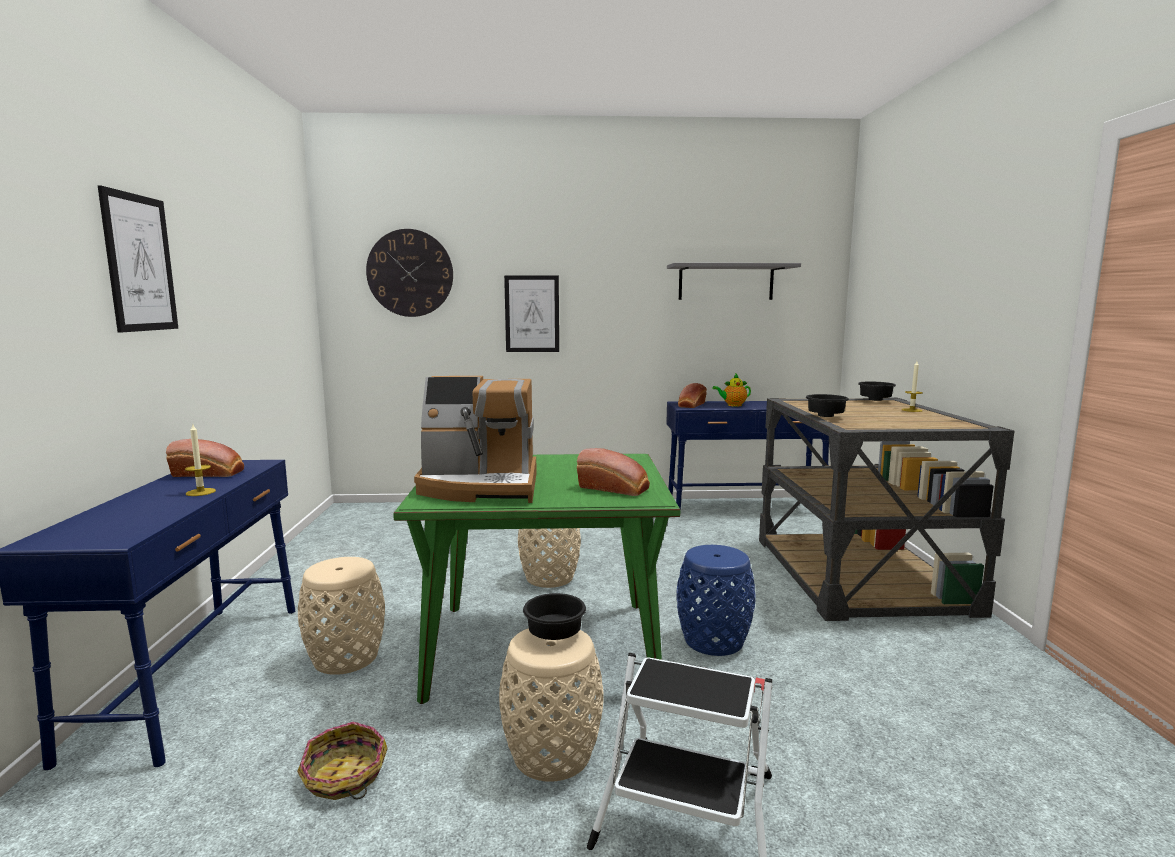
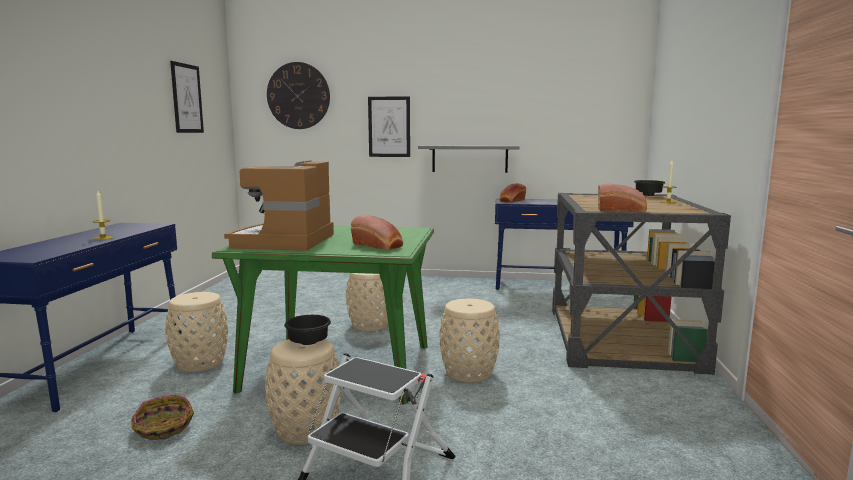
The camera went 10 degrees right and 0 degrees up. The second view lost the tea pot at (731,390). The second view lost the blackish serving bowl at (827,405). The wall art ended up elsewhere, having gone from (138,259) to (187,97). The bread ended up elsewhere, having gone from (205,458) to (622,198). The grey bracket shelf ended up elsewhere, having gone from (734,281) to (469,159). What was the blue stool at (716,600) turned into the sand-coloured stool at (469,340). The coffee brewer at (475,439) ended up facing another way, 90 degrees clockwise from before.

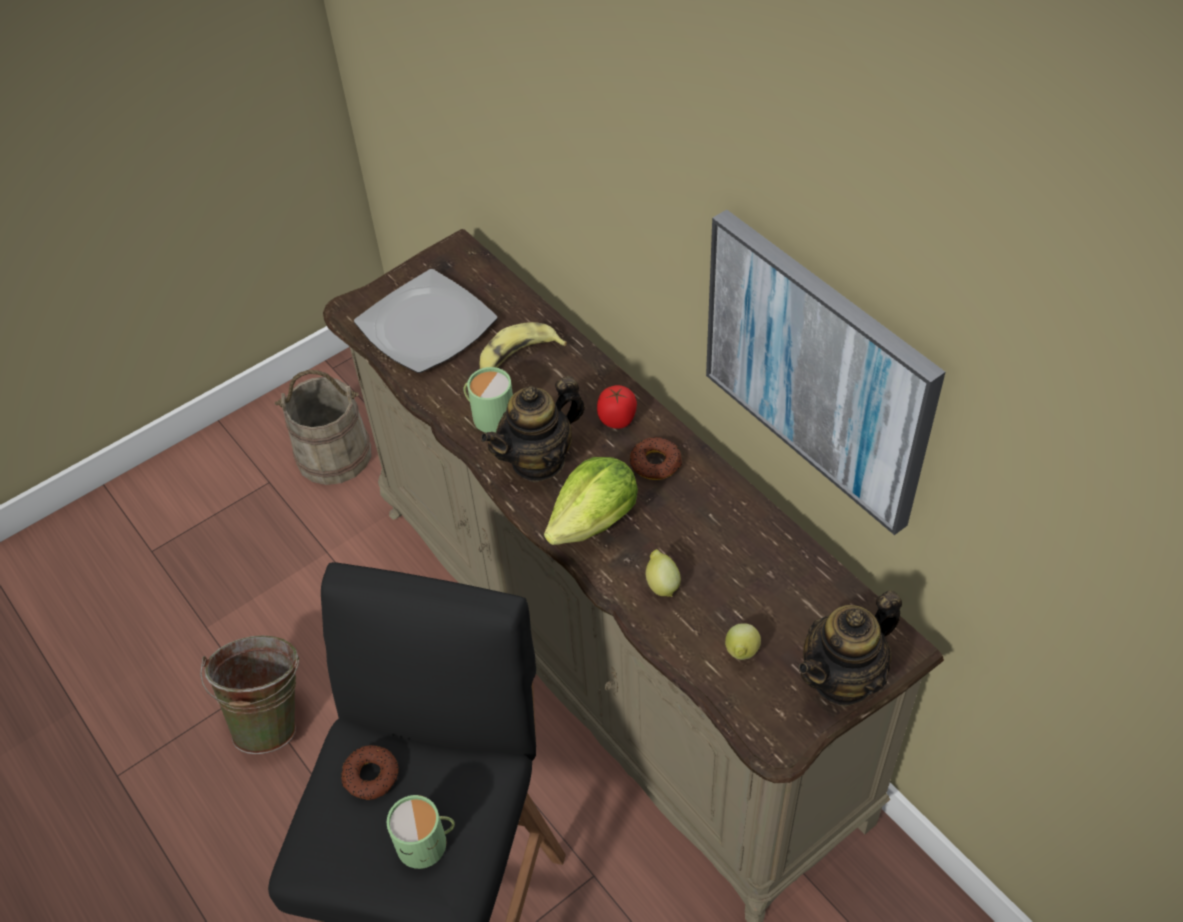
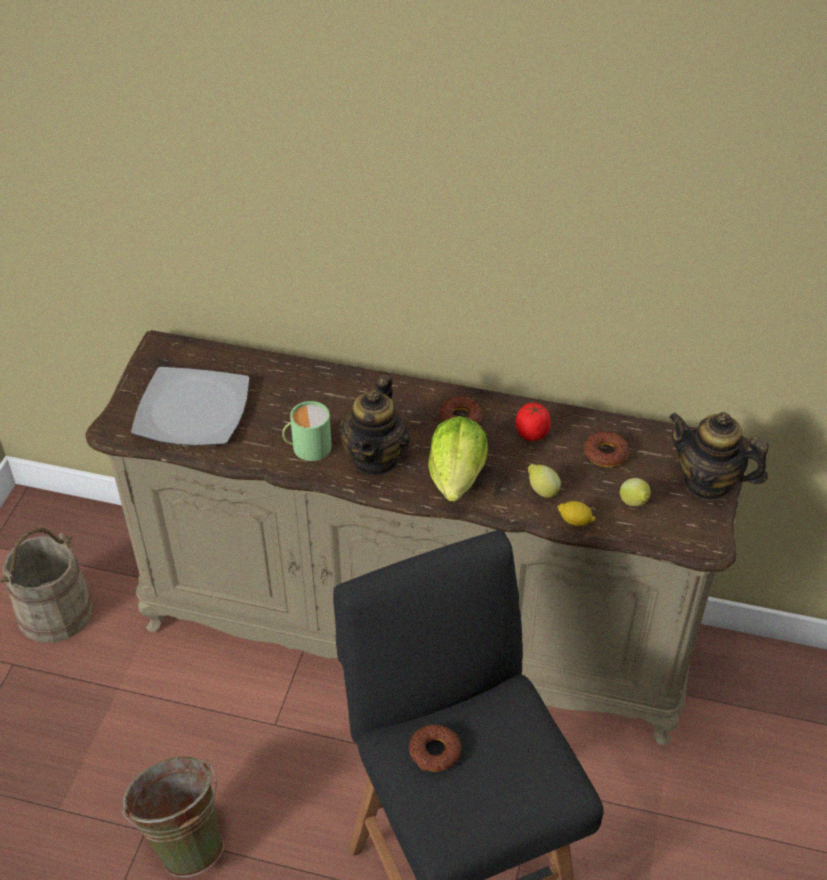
The camera went 40 degrees left and 5 degrees down. The second view lost the green-coloured tea mug at (421,832). The second view lost the banana fruit at (523,345). The second view lost the wall art at (825,372). The second view gained the citrus fruit at (576,513). The second view gained the doughnut at (606,449). The tomato ended up elsewhere, having gone from (617,407) to (532,422). The tea pot at (850,648) ended up facing another way, 105 degrees clockwise from before.

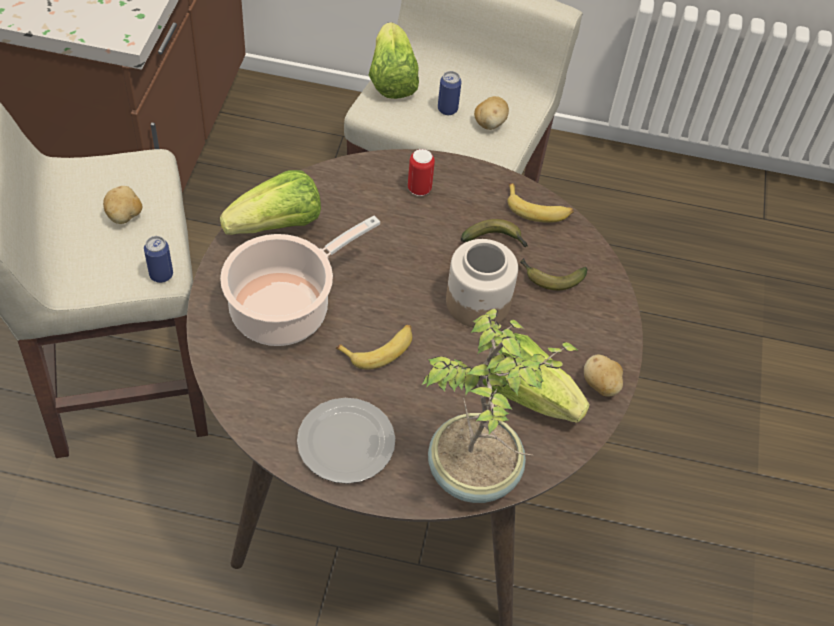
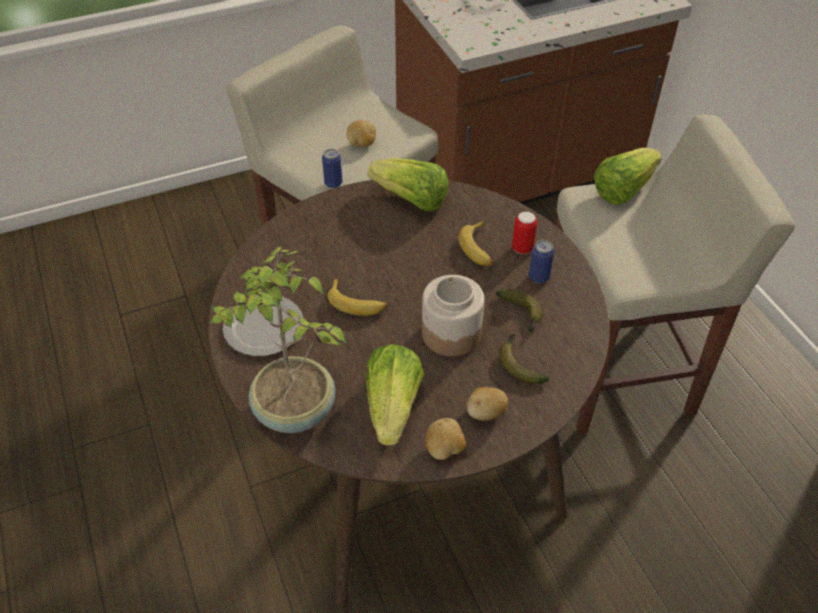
The camera went 60 degrees right and 5 degrees down. The second view lost the saucepot at (300,281). The can ended up elsewhere, having gone from (450,93) to (541,261). The whole potato ended up elsewhere, having gone from (491,113) to (487,404). The banana fruit ended up elsewhere, having gone from (540,203) to (476,243).

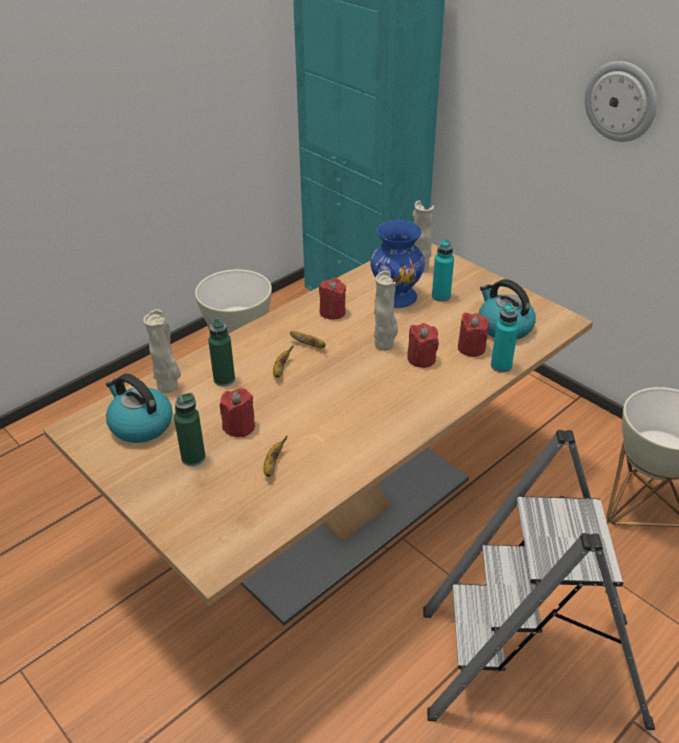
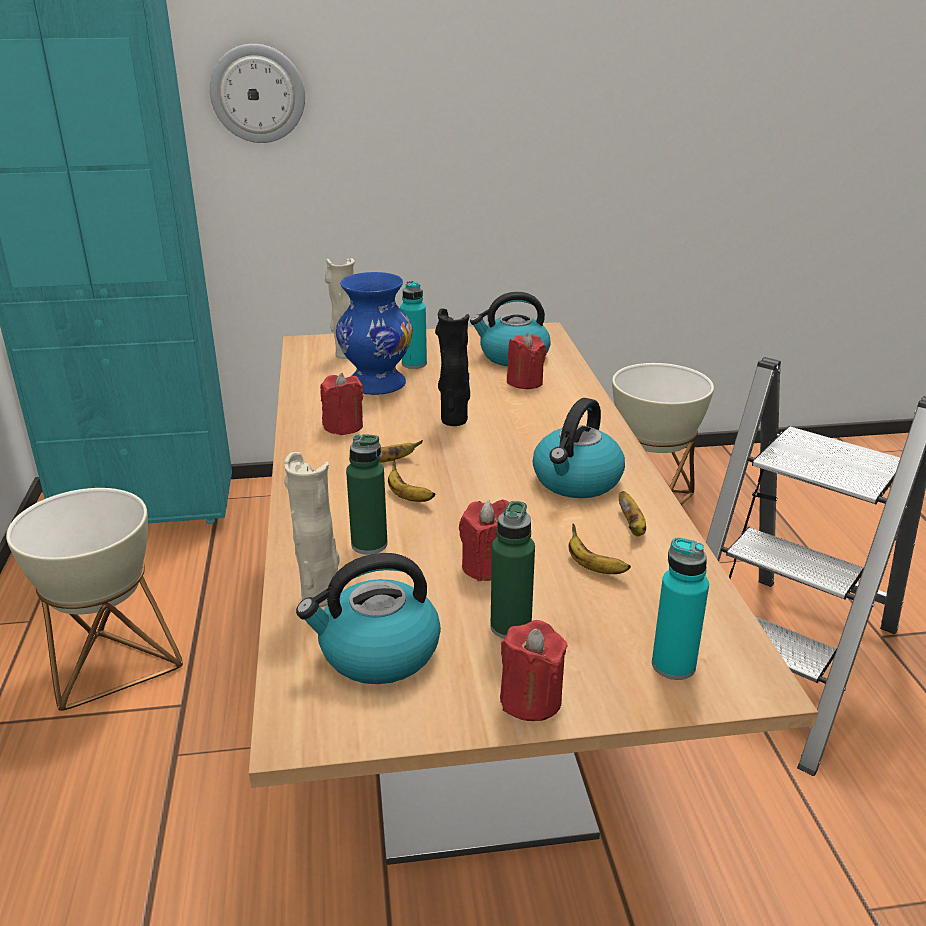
The camera went 55 degrees left and 10 degrees down. The second view gained the water kettle at (579,448). The second view gained the banana fruit at (632,513). The red-coloured wax light ended up elsewhere, having gone from (423,345) to (533,670). The blue-green beverage bottle ended up elsewhere, having gone from (504,338) to (680,609). The hanging clock ended up elsewhere, having gone from (621,101) to (257,93). What was the sand-coloured flower vase at (386,310) turned into the blackish flower vase at (452,367).

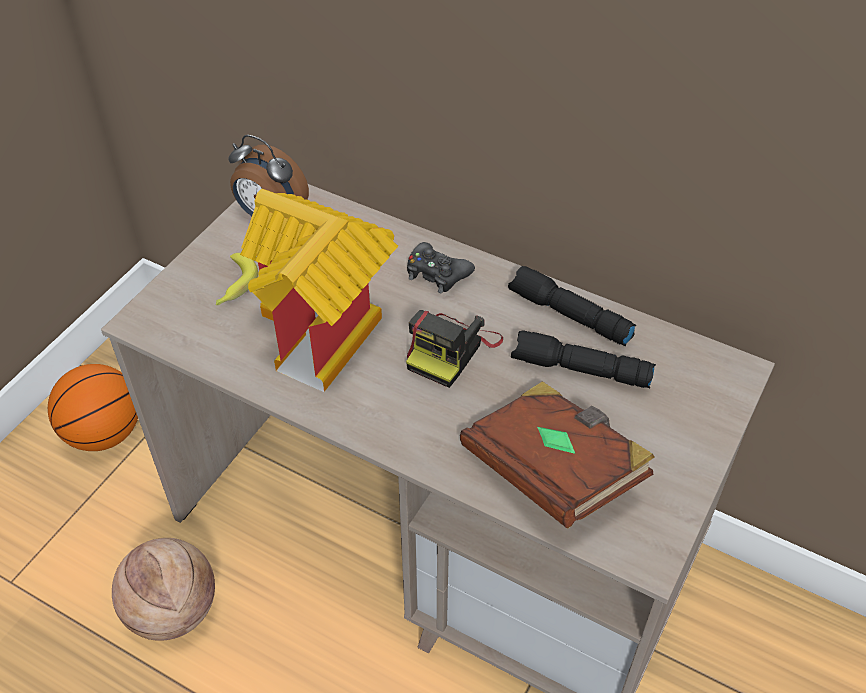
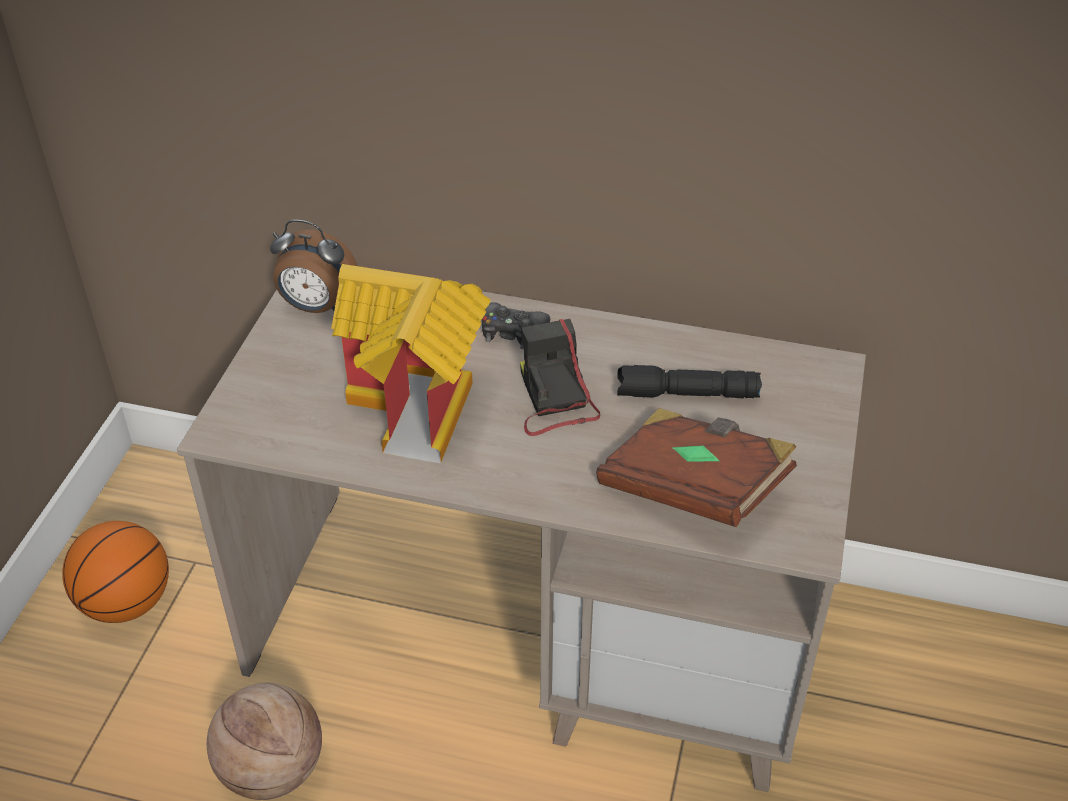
The camera went 15 degrees left and 5 degrees down. The second view lost the banana fruit at (237,279). The second view lost the blackish flashlight at (572,306). The photo camera at (454,349) ended up facing another way, 150 degrees clockwise from before.

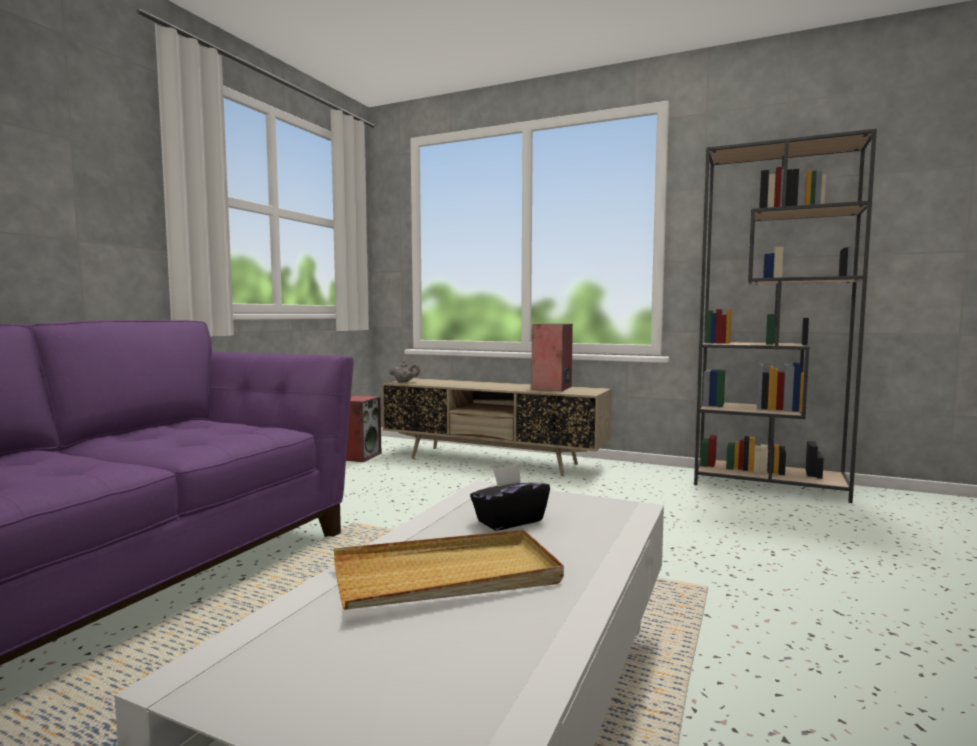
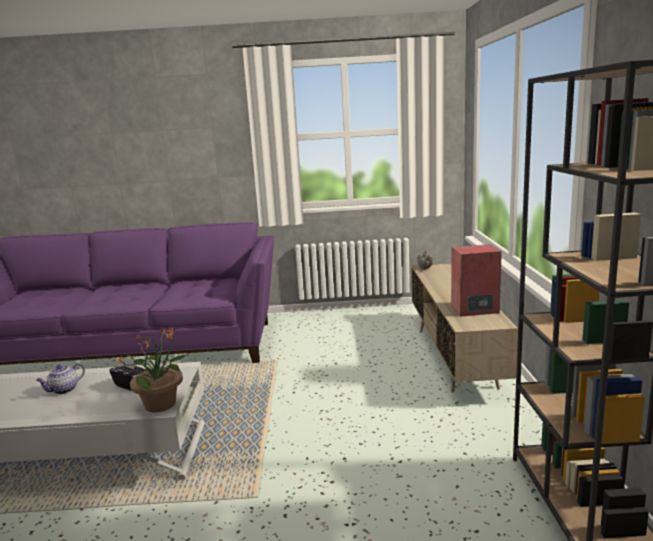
The camera went 65 degrees right and 10 degrees up. The second view lost the audio speaker at (363,428). The second view gained the potted plant at (152,369). Where the sand-coloured carrying tray stood at (449,570), the tea pot came to stand at (60,378).

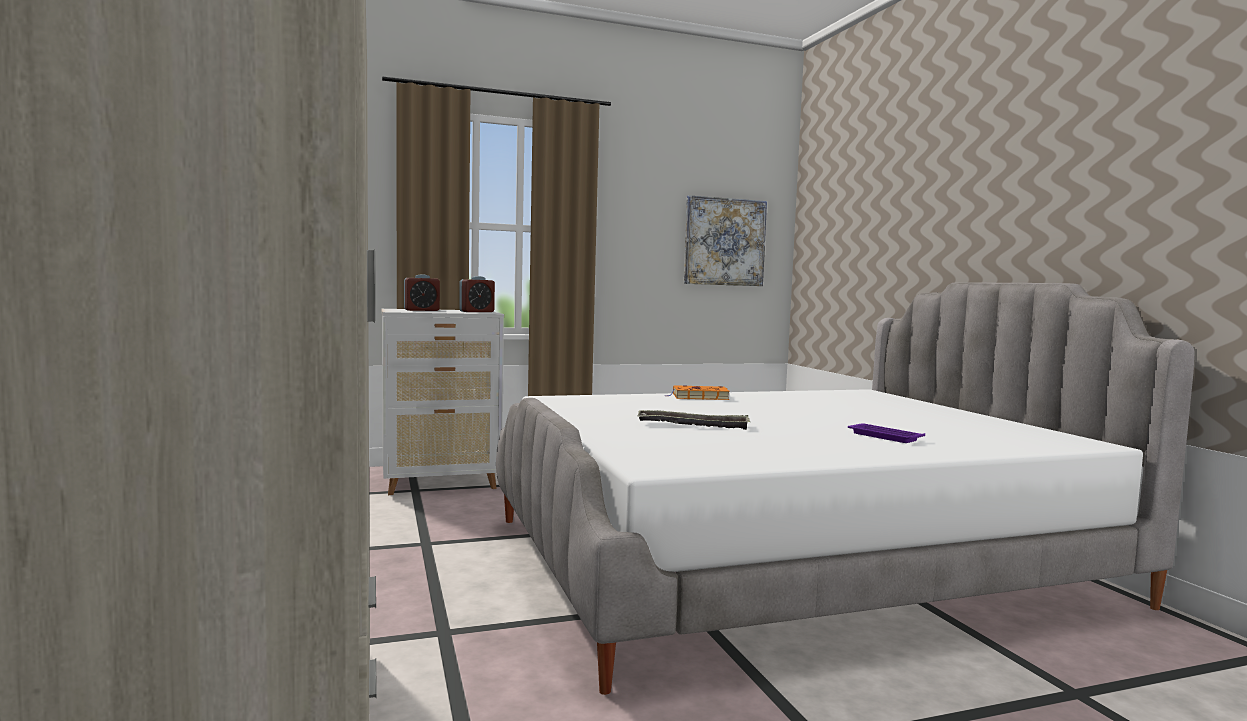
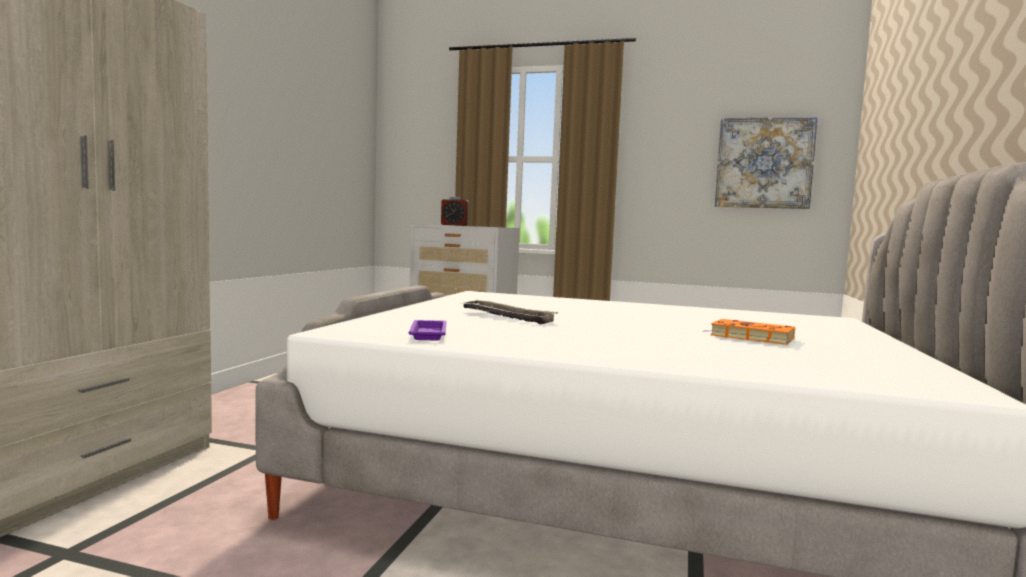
The camera went 35 degrees right and 0 degrees up. The second view lost the bedside clock at (477,294). The orange-coloured bound book ended up elsewhere, having gone from (698,392) to (750,332). The purplish carrying tray ended up elsewhere, having gone from (886,433) to (428,330).

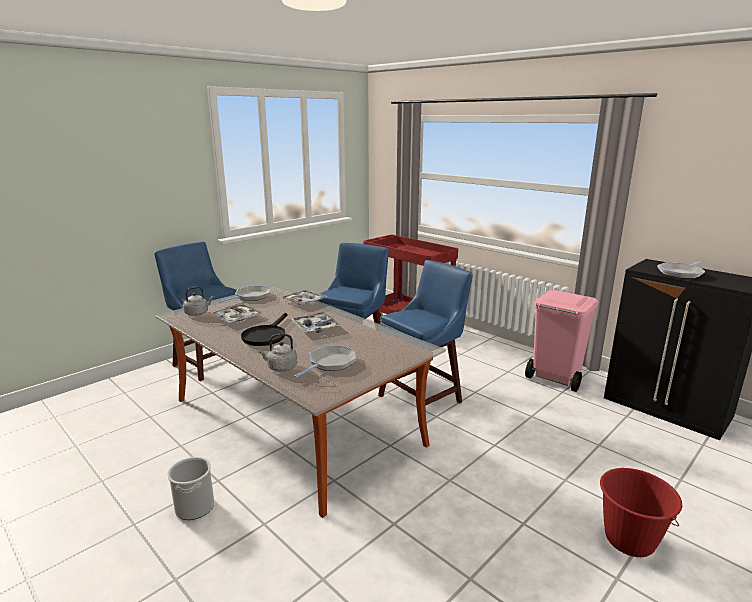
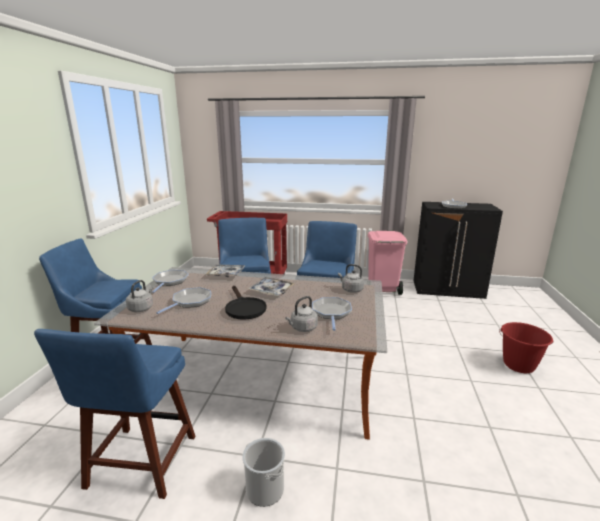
The camera went 35 degrees left and 0 degrees up. The second view gained the blue chair at (114,414). The second view gained the grey water kettle at (351,278). Where the carrying tray stood at (237,313), the pan came to stand at (183,300).

